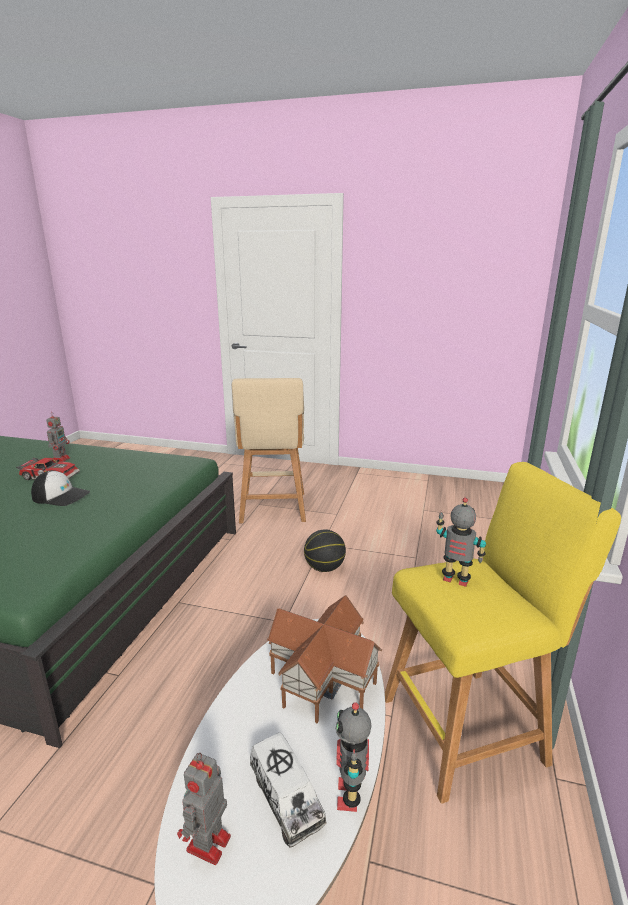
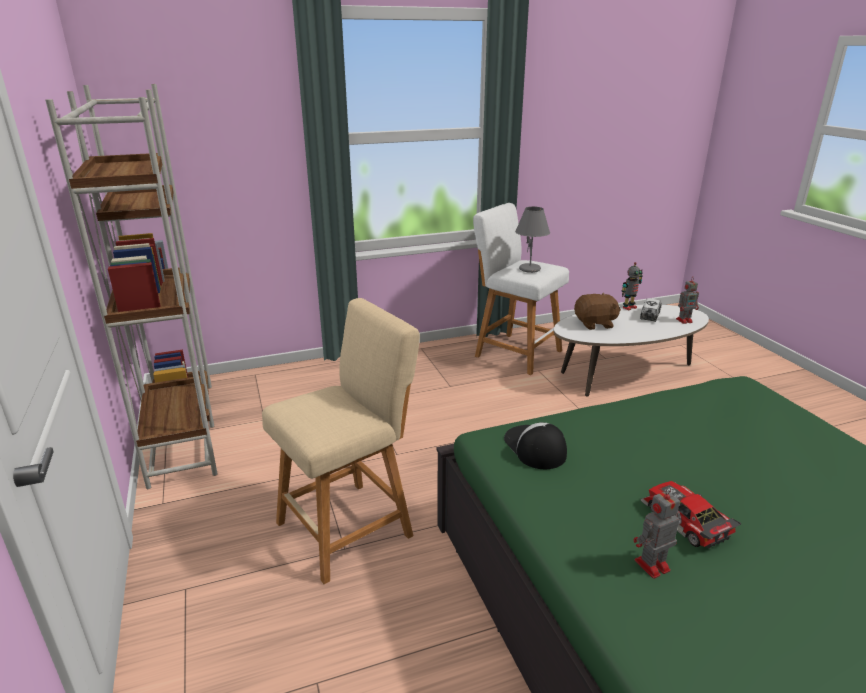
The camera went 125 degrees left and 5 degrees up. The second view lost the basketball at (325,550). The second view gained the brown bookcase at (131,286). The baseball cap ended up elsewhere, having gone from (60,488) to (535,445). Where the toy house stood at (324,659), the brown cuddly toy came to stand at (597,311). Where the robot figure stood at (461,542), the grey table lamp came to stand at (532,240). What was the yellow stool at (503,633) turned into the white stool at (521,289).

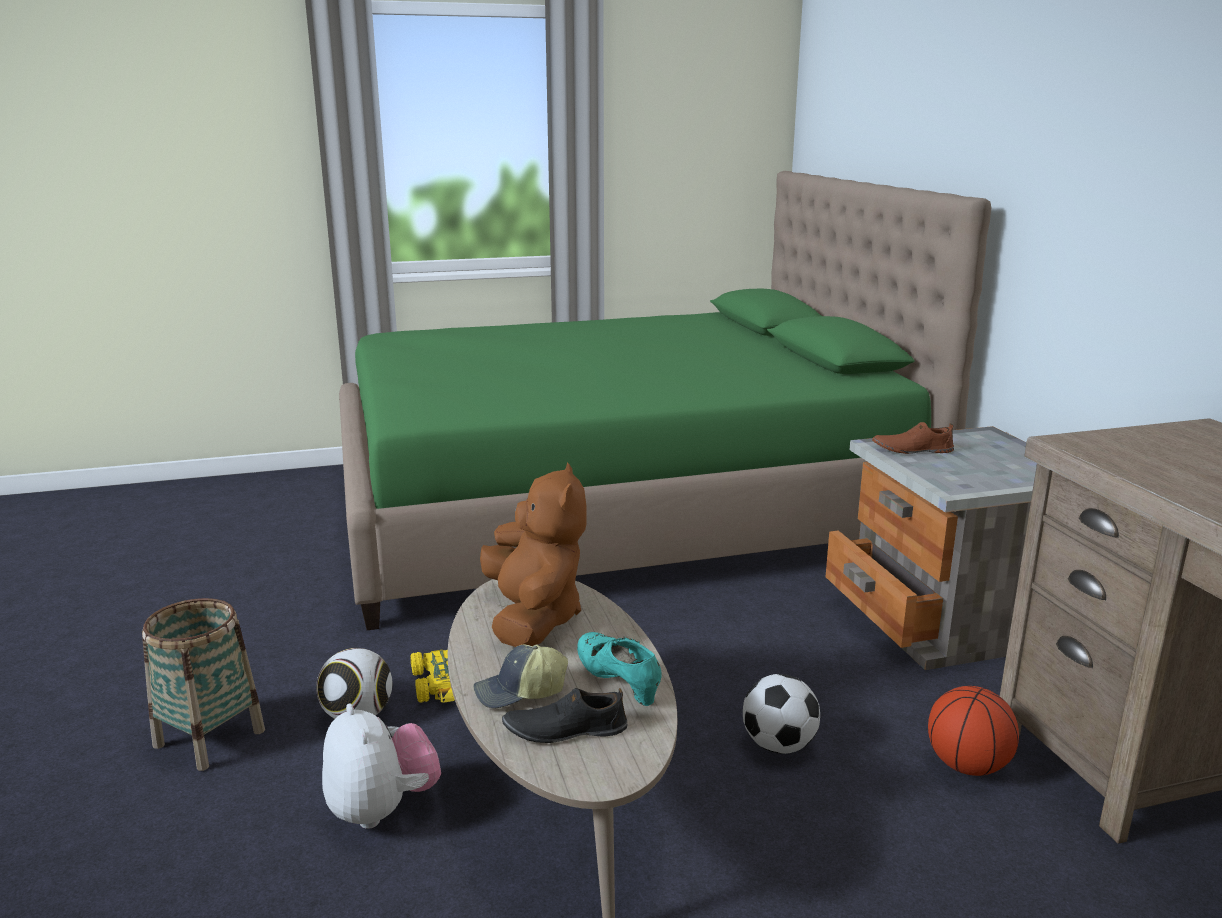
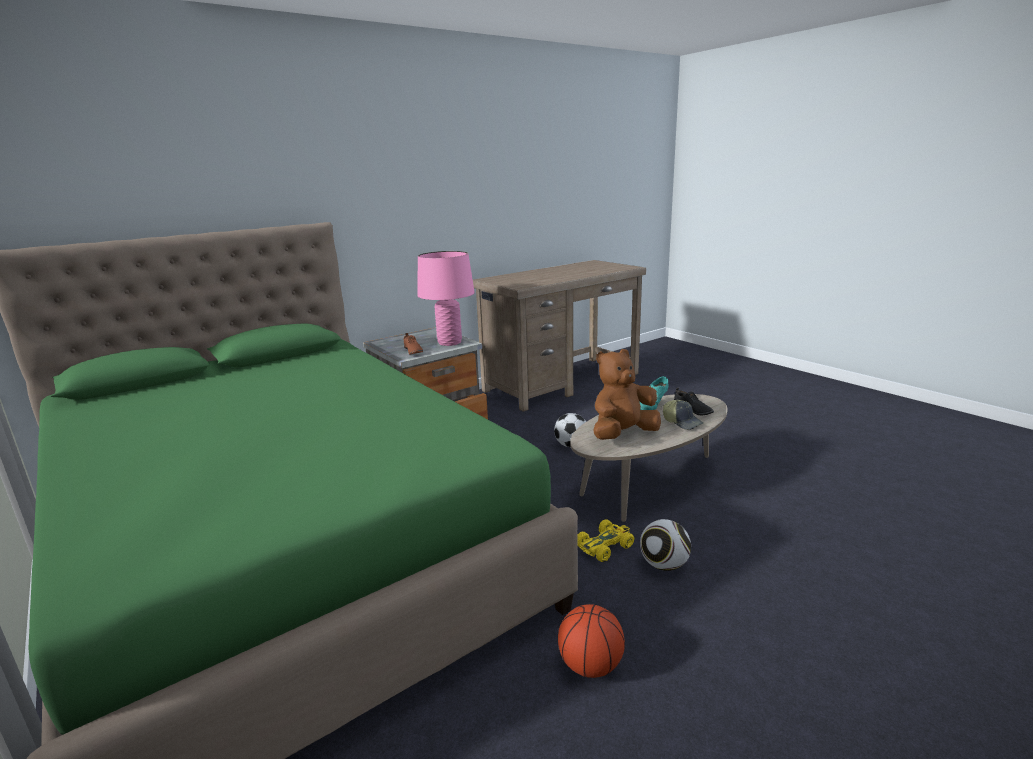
The camera went 110 degrees left and 0 degrees up. The second view lost the basket at (203,684). The second view lost the cuddly toy at (381,766). The second view gained the pink-coloured table lamp at (446,298). The basketball ended up elsewhere, having gone from (973,731) to (591,641).

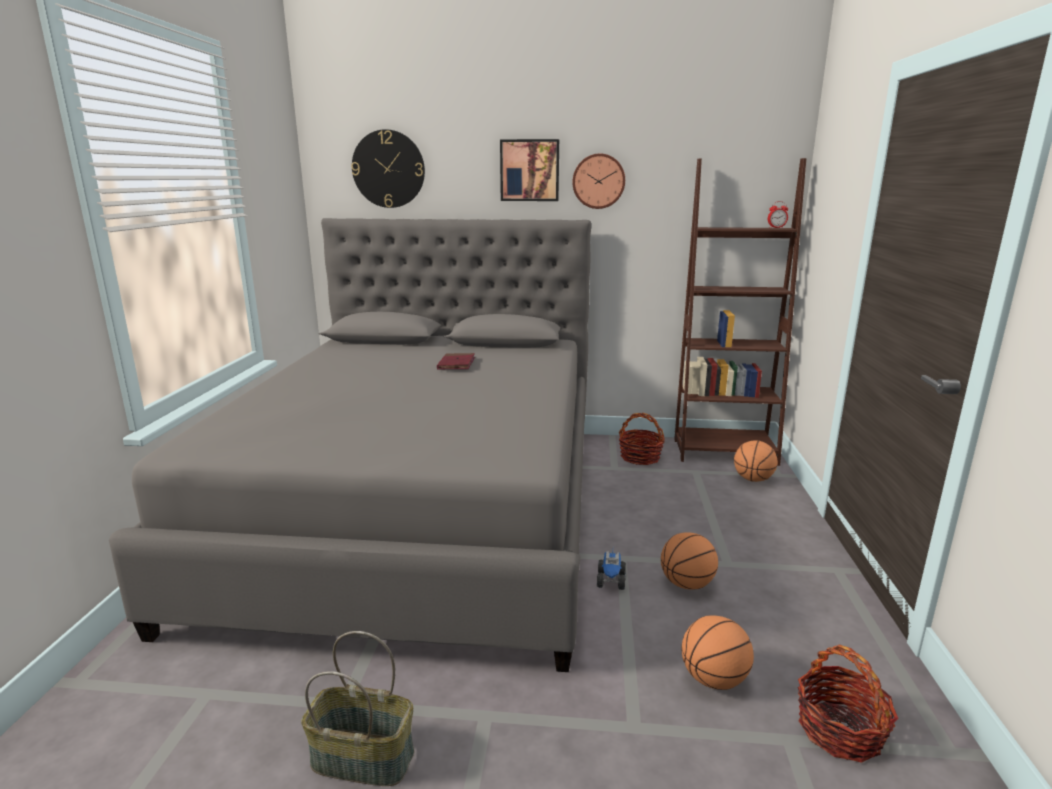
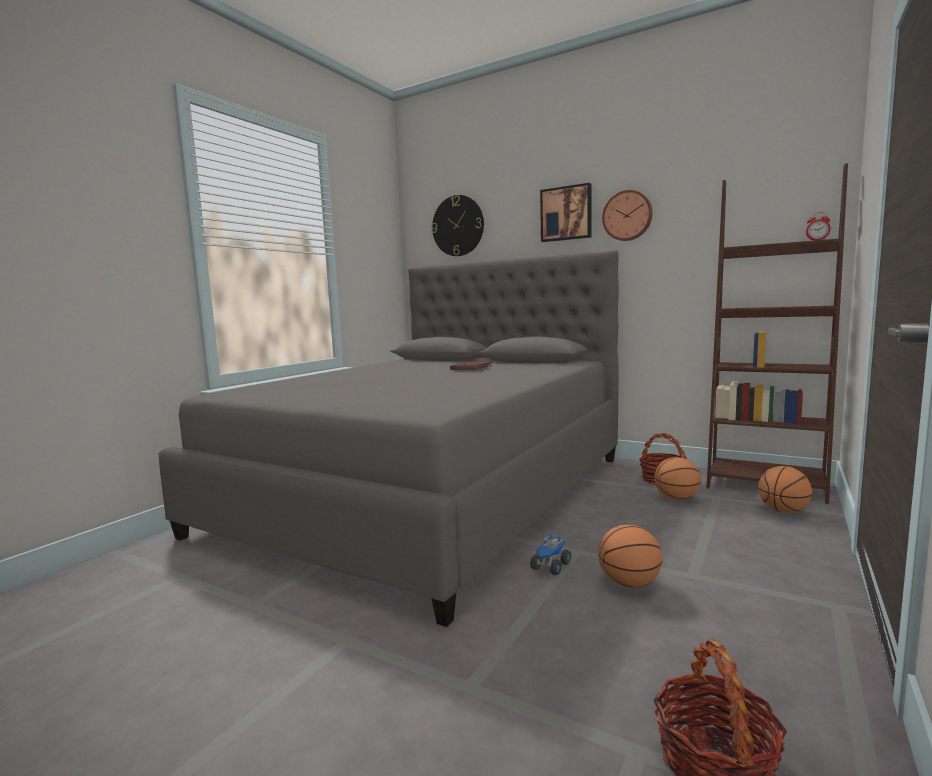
The camera went 25 degrees right and 10 degrees down. The second view lost the basket at (357,708). The basketball ended up elsewhere, having gone from (718,652) to (677,478).

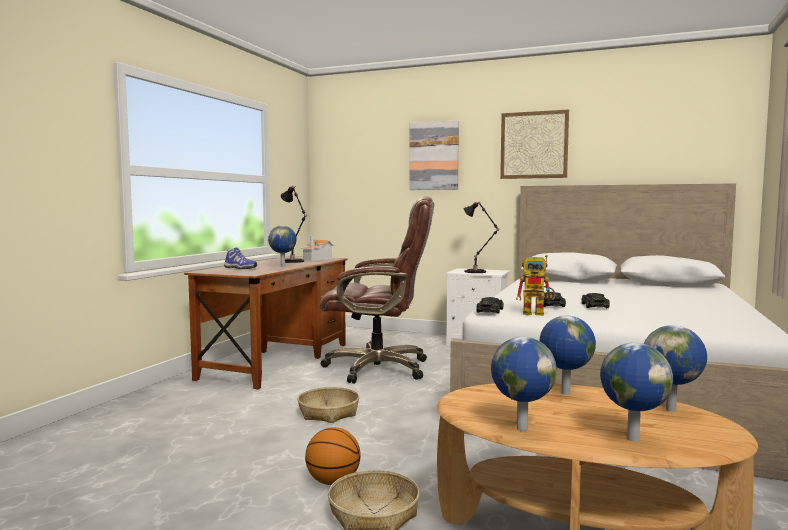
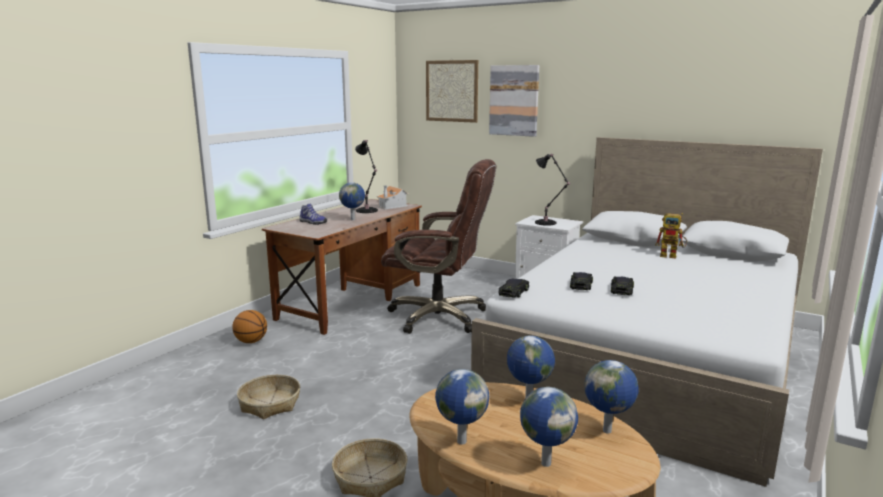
The camera went 10 degrees right and 10 degrees up. The basket ended up elsewhere, having gone from (328,405) to (268,397). The basketball ended up elsewhere, having gone from (333,456) to (249,326). The wall art ended up elsewhere, having gone from (534,144) to (452,91). The robot figure ended up elsewhere, having gone from (535,285) to (671,236).

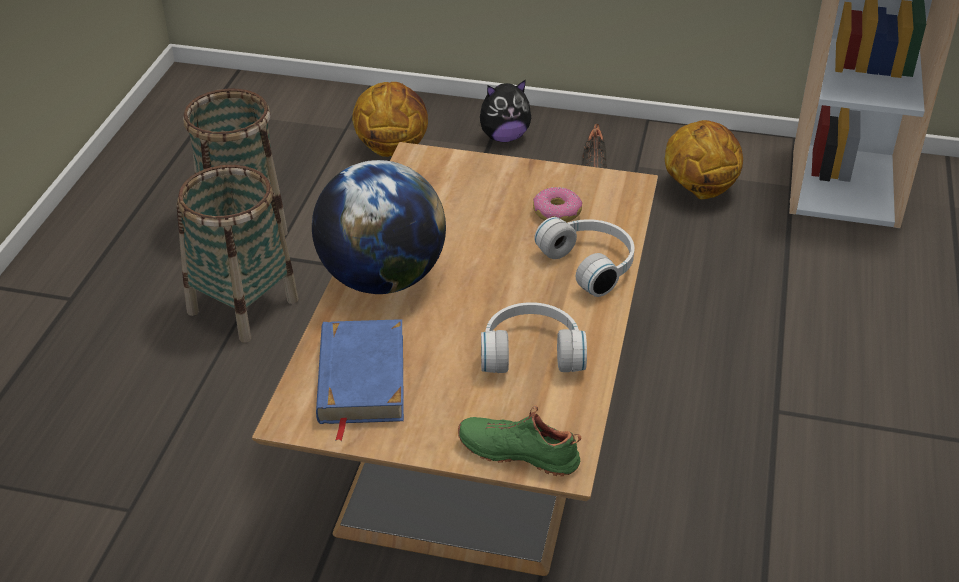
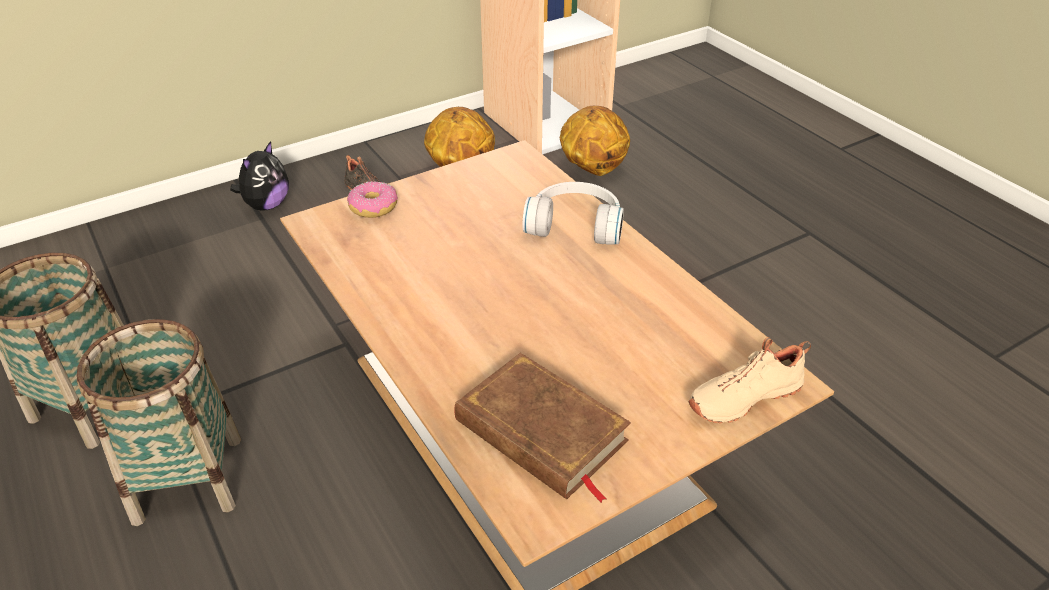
The camera went 45 degrees left and 0 degrees up. The second view lost the globe at (379,227). The second view lost the white headset at (534,337). The basketball ended up elsewhere, having gone from (390,119) to (595,141). The doughnut ended up elsewhere, having gone from (557,204) to (372,199). What was the blue bound book at (360,380) turned into the brown bound book at (542,428). What was the green-coloured low shoe at (519,441) turned into the sand-coloured low shoe at (749,380).

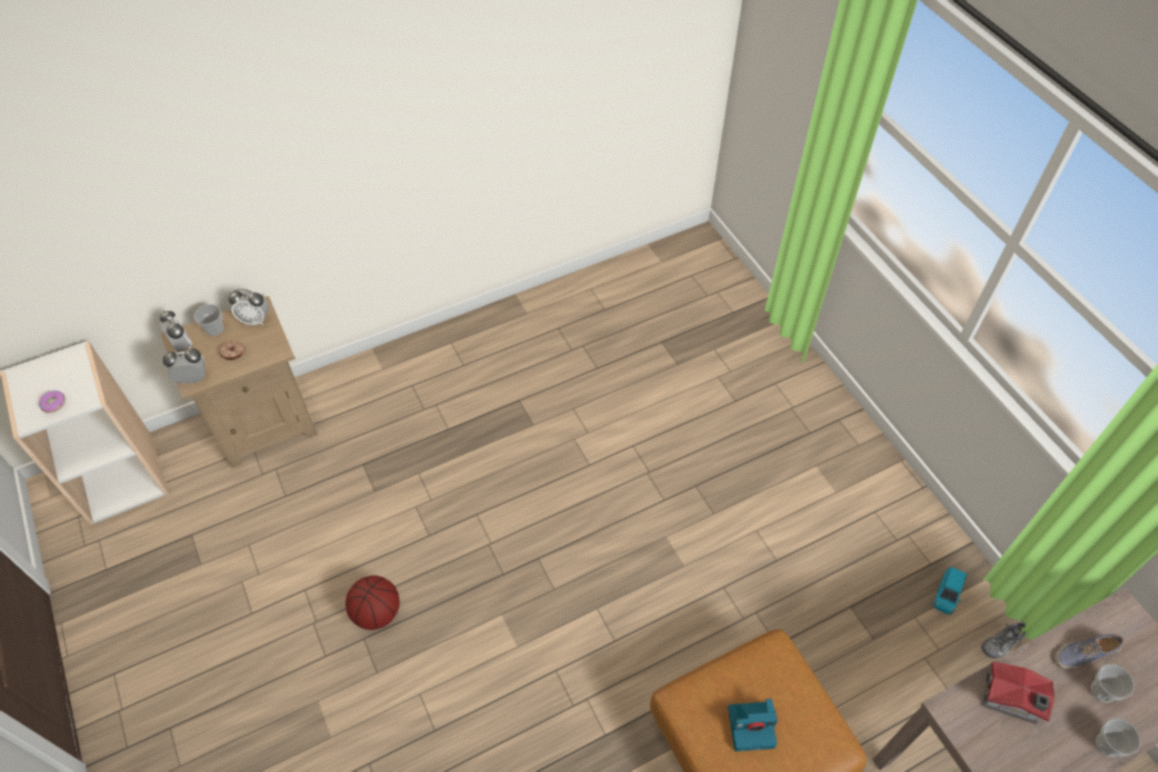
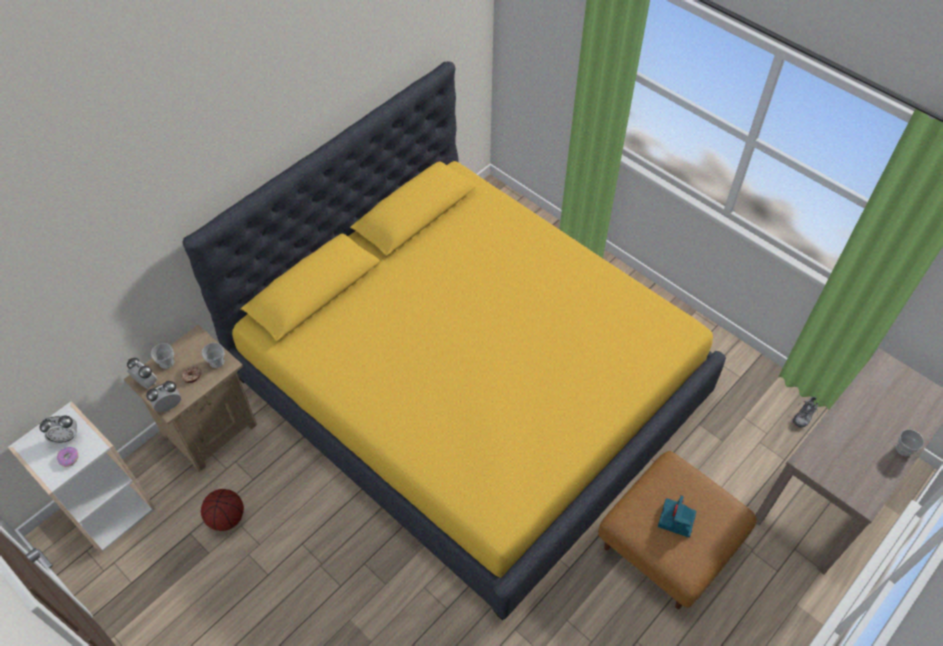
The camera went 20 degrees left and 0 degrees up. The second view lost the blue model car at (950,590). The second view lost the toy house at (1019,692). The second view lost the low shoe at (1089,651). The second view gained the yellow bed at (454,340). The bedside clock ended up elsewhere, having gone from (248,307) to (58,430). The basketball ended up elsewhere, having gone from (372,602) to (222,510). The small cup ended up elsewhere, having gone from (1112,683) to (213,355). The photo camera at (753,725) ended up facing another way, 135 degrees clockwise from before.

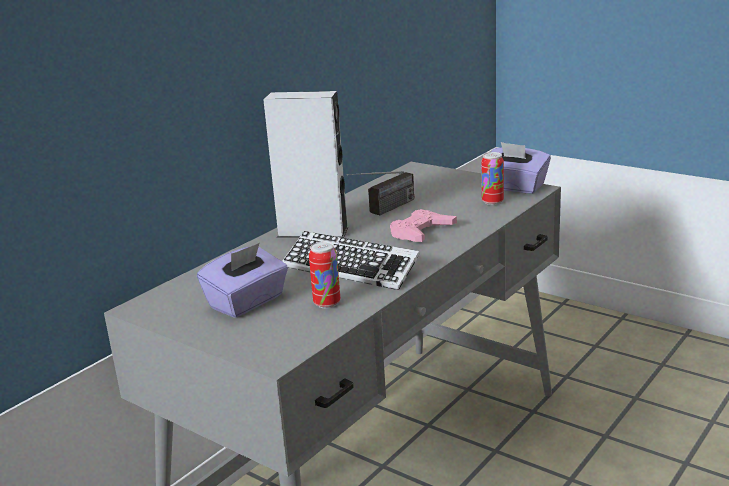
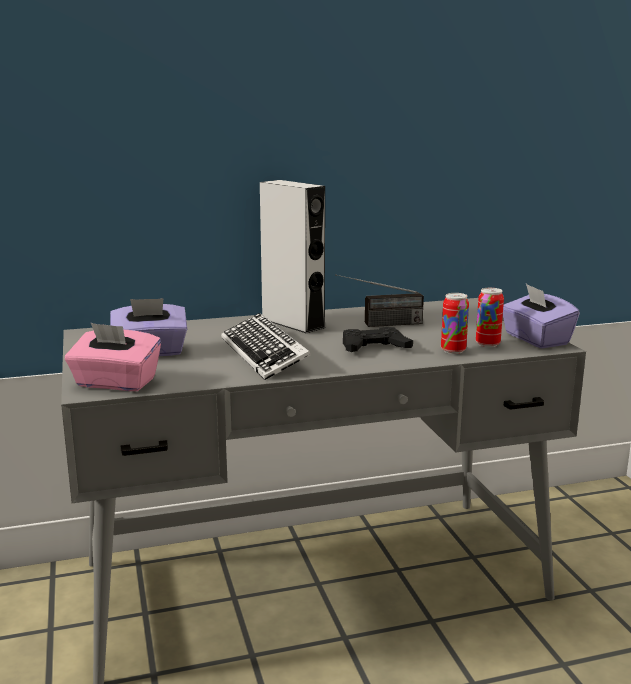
The camera went 35 degrees right and 5 degrees down. The second view gained the pink-coloured tissue holder at (113,357). The can ended up elsewhere, having gone from (324,274) to (455,323). What was the pink-coloured joypad at (423,225) turned into the blackish joypad at (378,339).

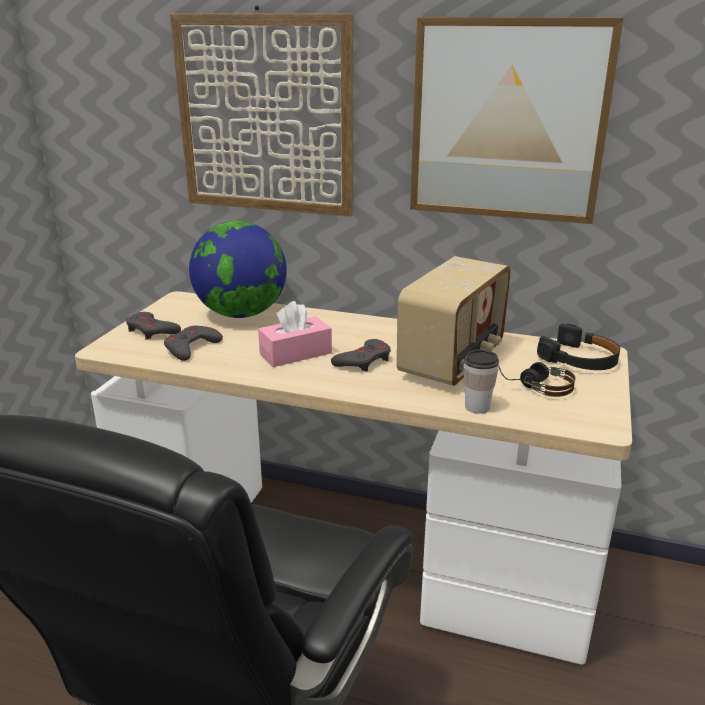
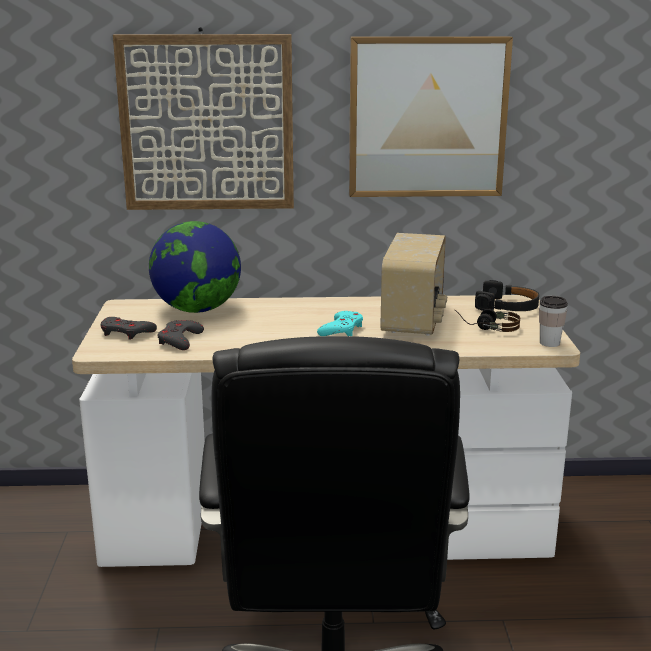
The camera went 20 degrees left and 5 degrees down. The second view lost the pink-coloured tissue holder at (295,334). The small cup ended up elsewhere, having gone from (481,381) to (553,321). What was the grey joypad at (361,355) turned into the blue-green joypad at (340,323).

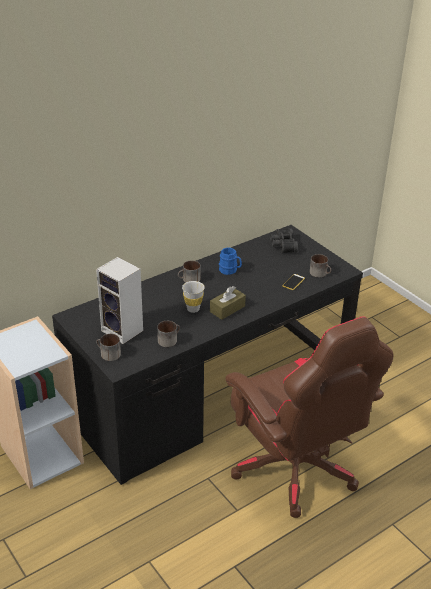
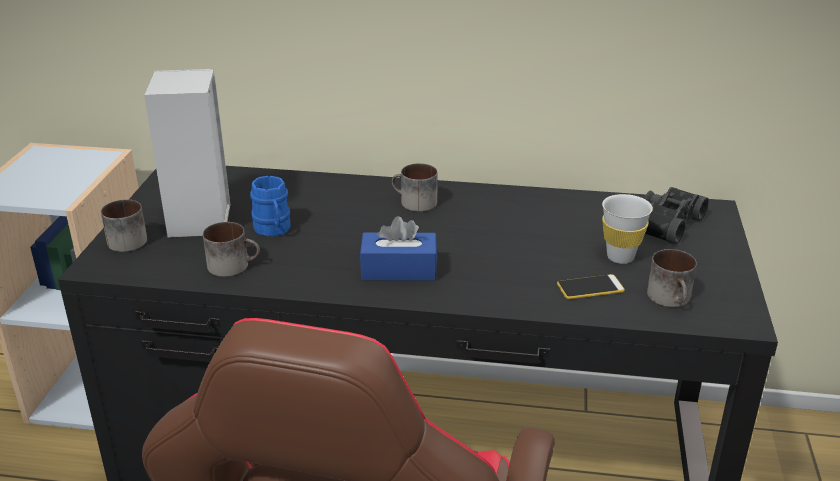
The camera went 45 degrees right and 5 degrees down. The white small cup ended up elsewhere, having gone from (193,297) to (627,229). The blue tea mug ended up elsewhere, having gone from (230,261) to (270,206). What was the brown tissue holder at (228,303) turned into the blue tissue holder at (398,248).

